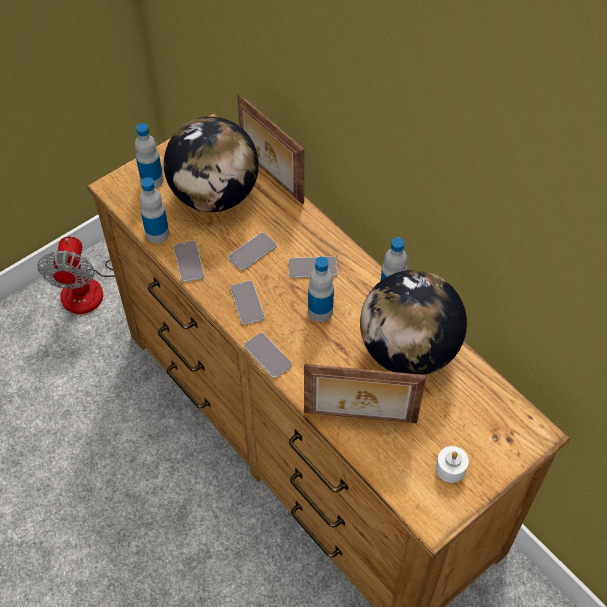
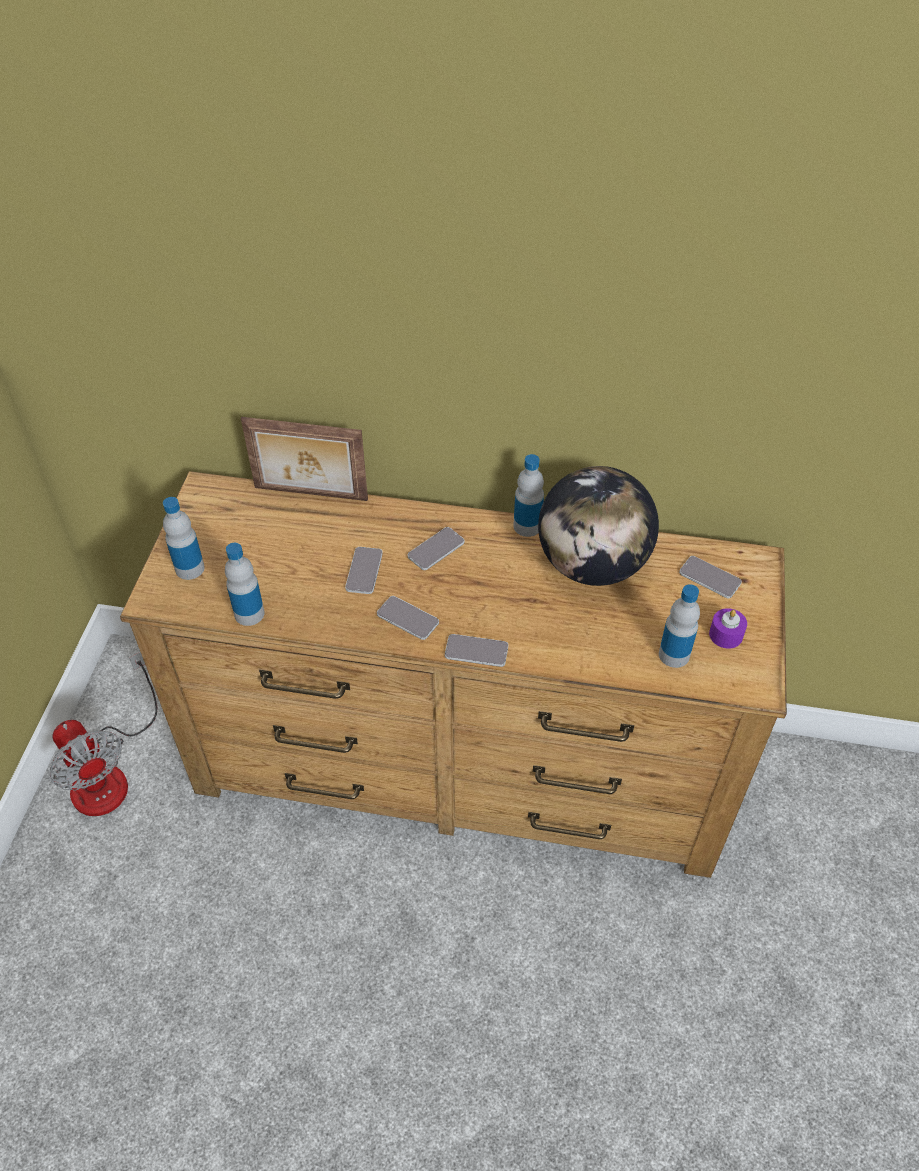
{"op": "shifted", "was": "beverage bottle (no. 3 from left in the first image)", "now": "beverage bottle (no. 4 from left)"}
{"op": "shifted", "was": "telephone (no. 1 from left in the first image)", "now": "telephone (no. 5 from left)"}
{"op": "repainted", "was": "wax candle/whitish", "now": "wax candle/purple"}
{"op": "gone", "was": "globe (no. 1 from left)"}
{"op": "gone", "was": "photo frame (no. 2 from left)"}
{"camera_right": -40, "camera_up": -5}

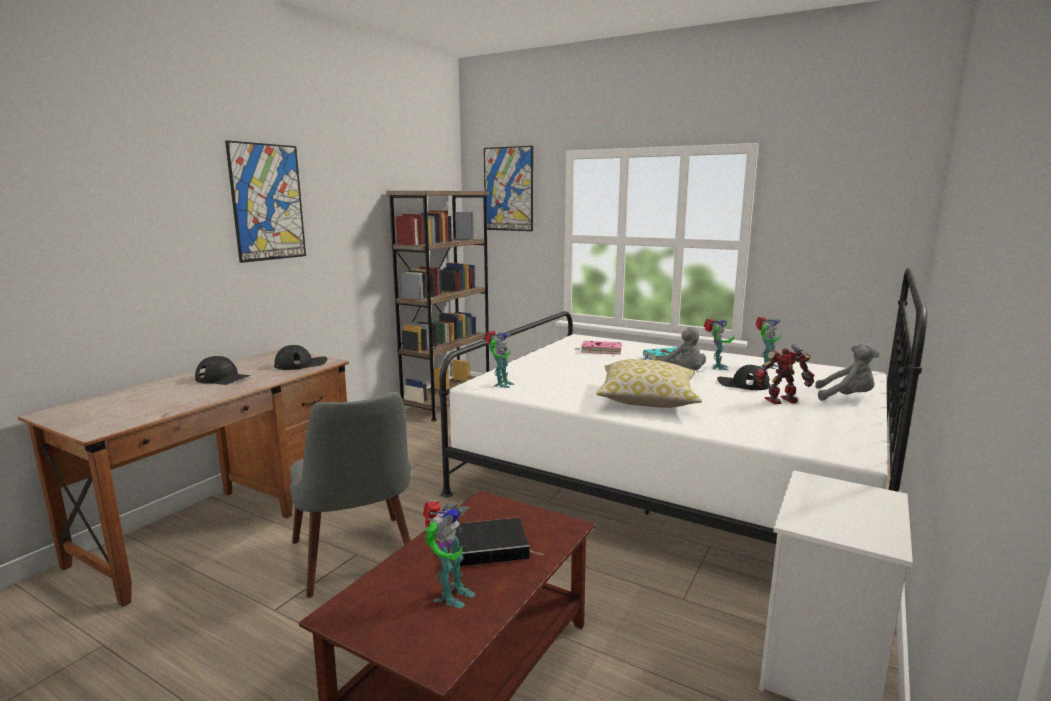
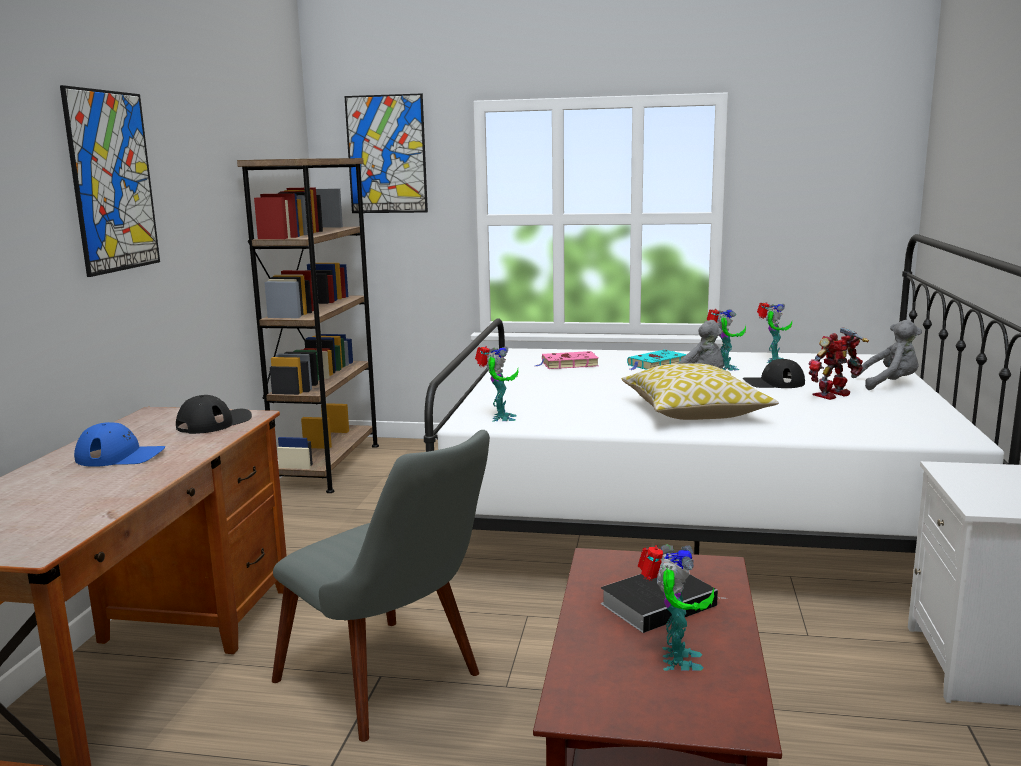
{"op": "repainted", "was": "baseball cap/black-coloured (no. 1 from left)", "now": "baseball cap/bluish"}
{"camera_right": -20, "camera_up": 0}

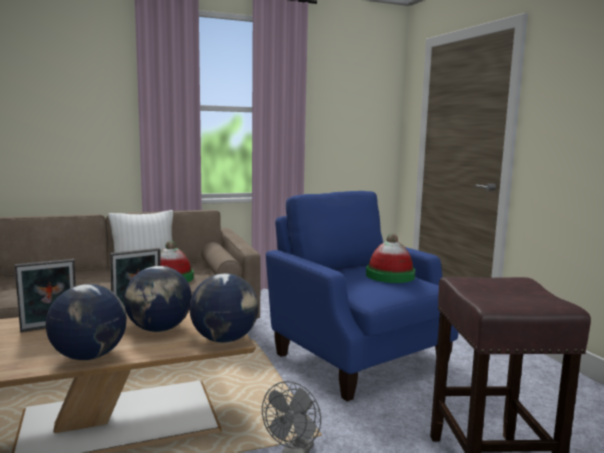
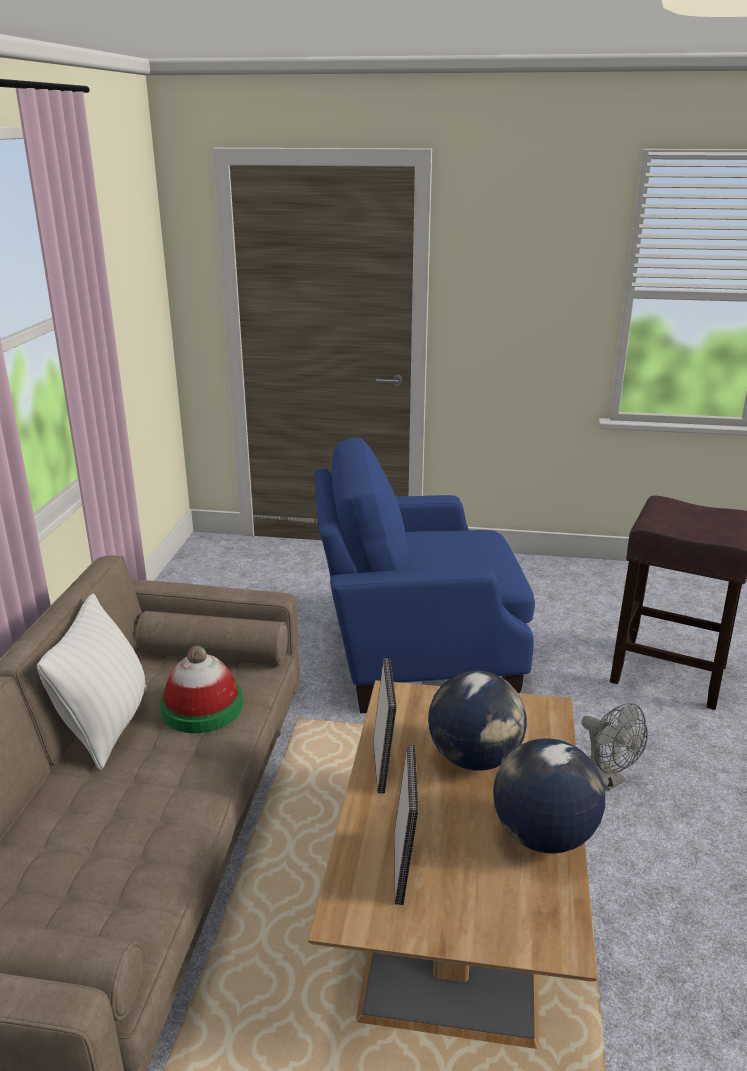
{"op": "gone", "was": "globe (no. 3 from left)"}
{"op": "gone", "was": "wearable hat (no. 2 from left)"}
{"camera_right": -60, "camera_up": 15}

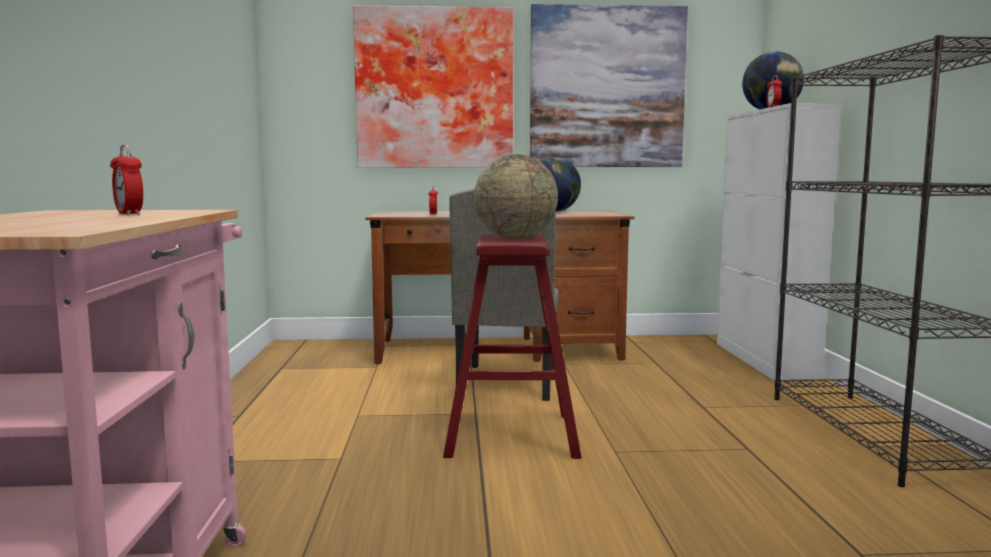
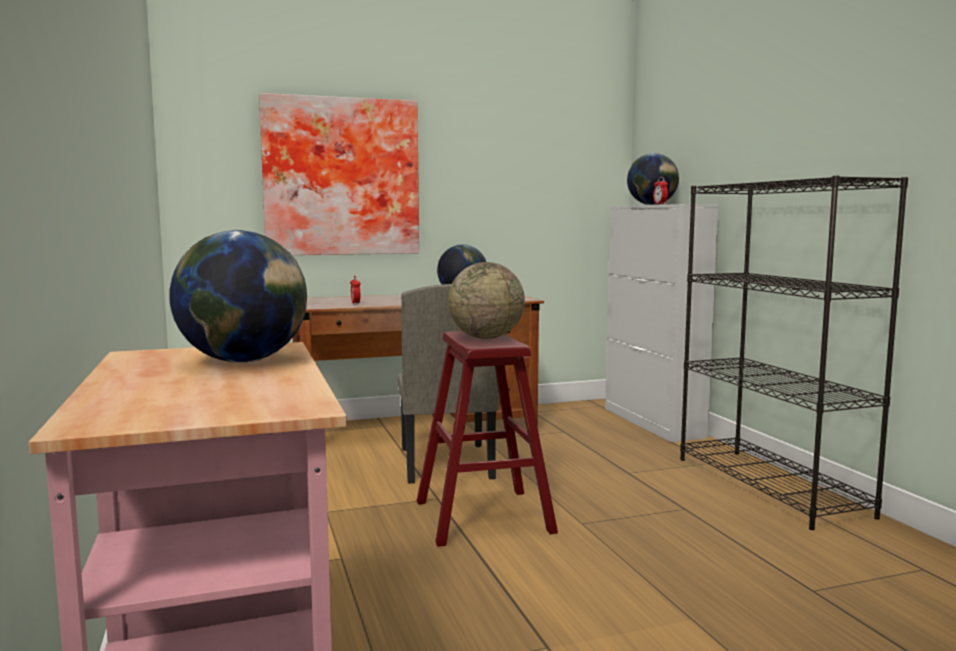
{"op": "swapped", "was": "bedside clock (no. 1 from left)", "now": "globe (no. 1 from left)"}
{"op": "gone", "was": "wall picture (no. 2 from left)"}
{"camera_right": -15, "camera_up": 0}

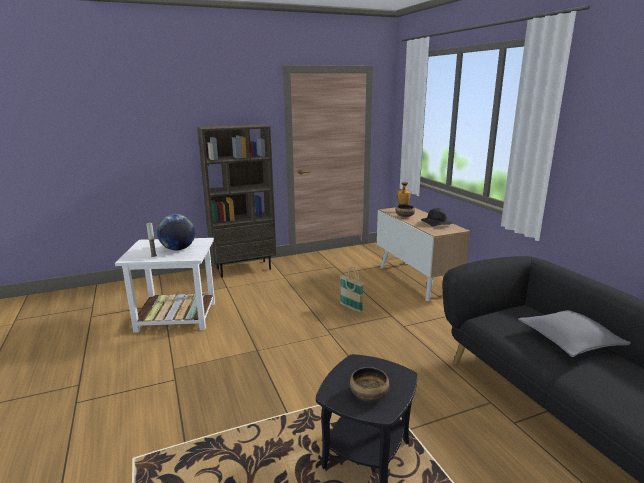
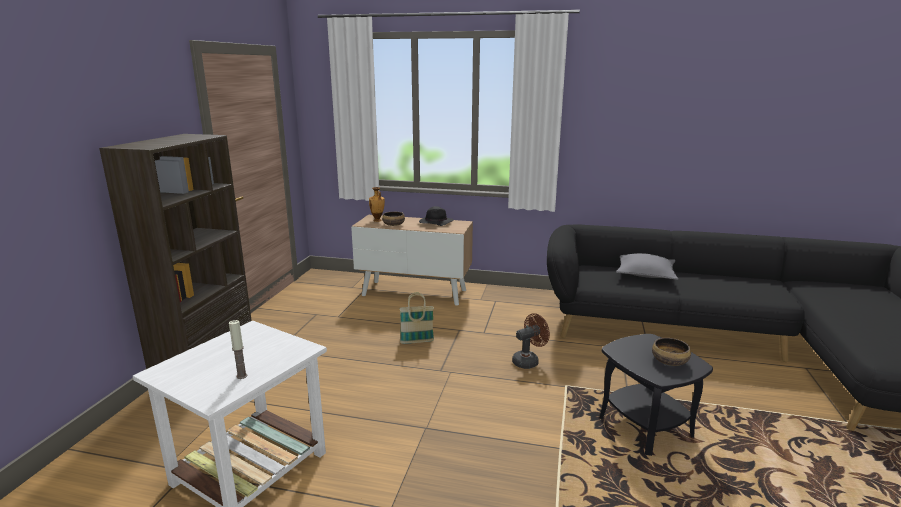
{"op": "new", "now": "fan/brown"}
{"op": "gone", "was": "globe"}
{"camera_right": -55, "camera_up": 0}

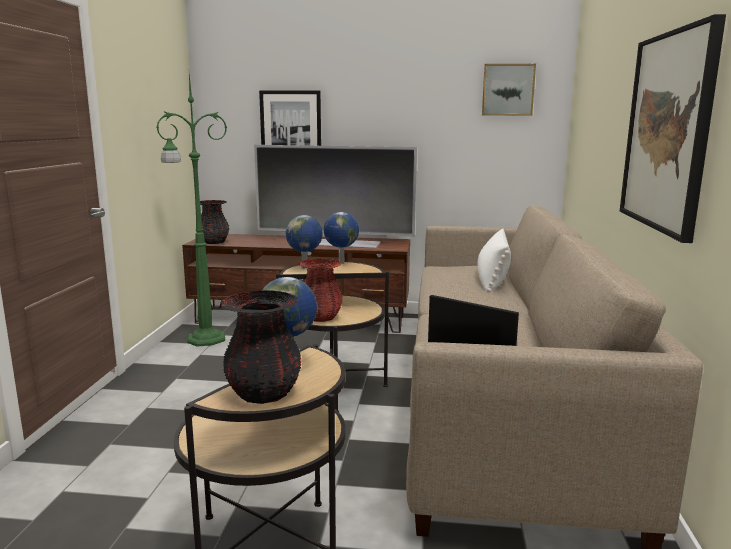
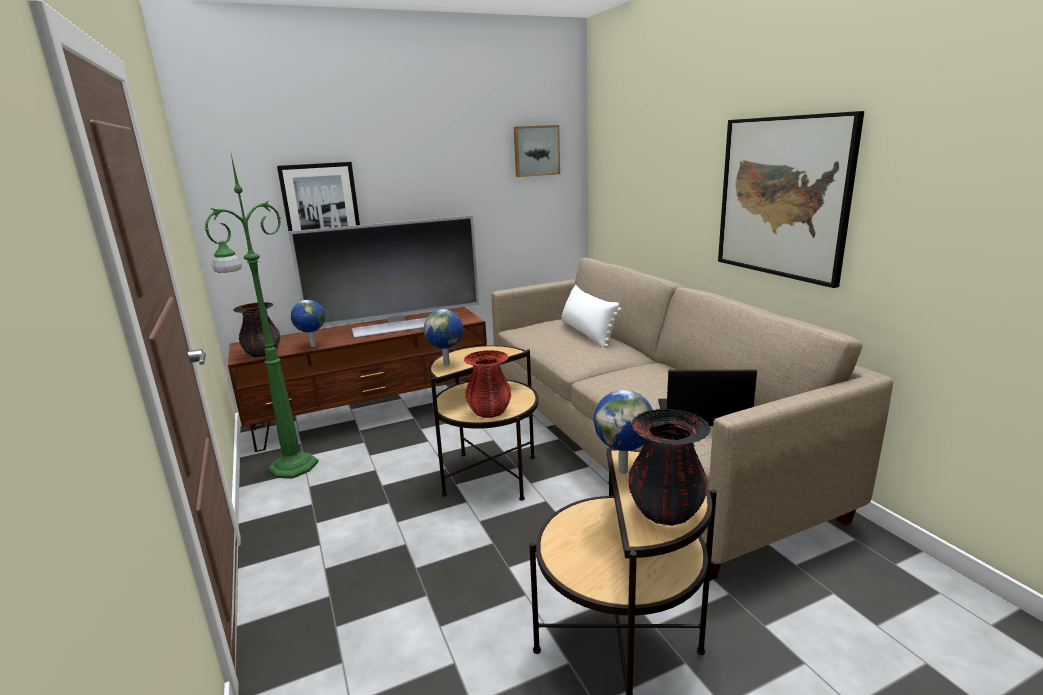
{"op": "shifted", "was": "globe (no. 3 from left in the first image)", "now": "globe (no. 1 from left)"}
{"camera_right": -30, "camera_up": 5}

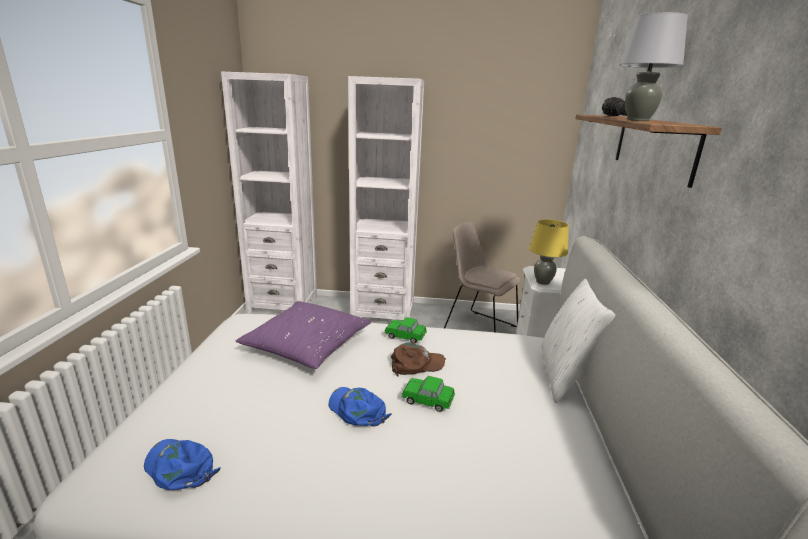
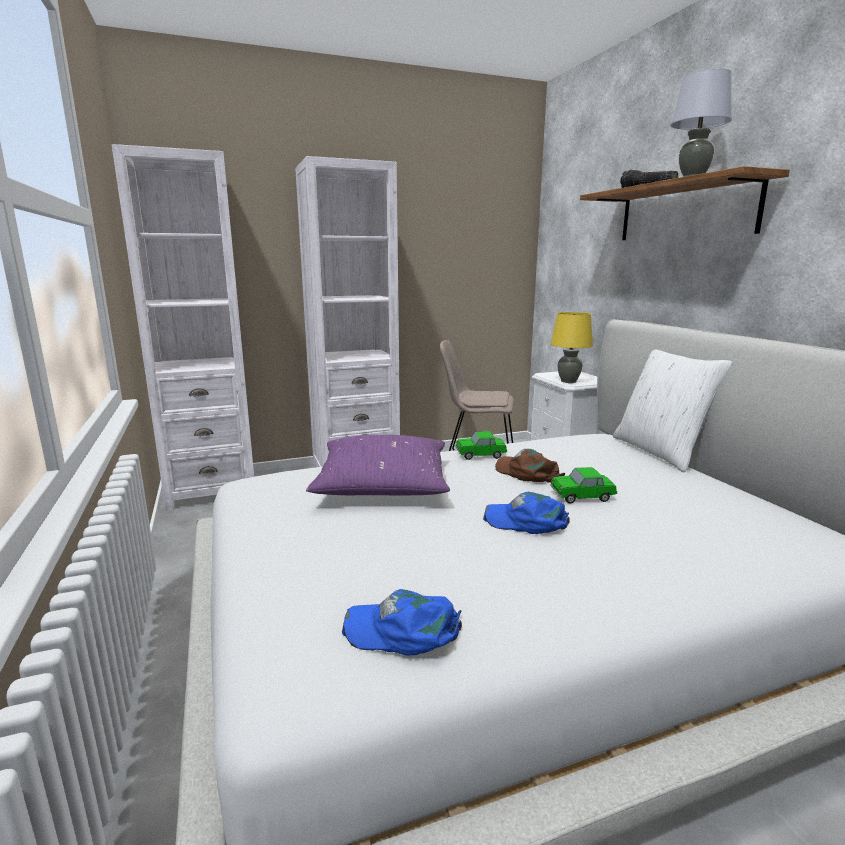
{"op": "rotated", "was": "baseball cap/brown", "clockwise": -90}
{"camera_right": -25, "camera_up": -5}

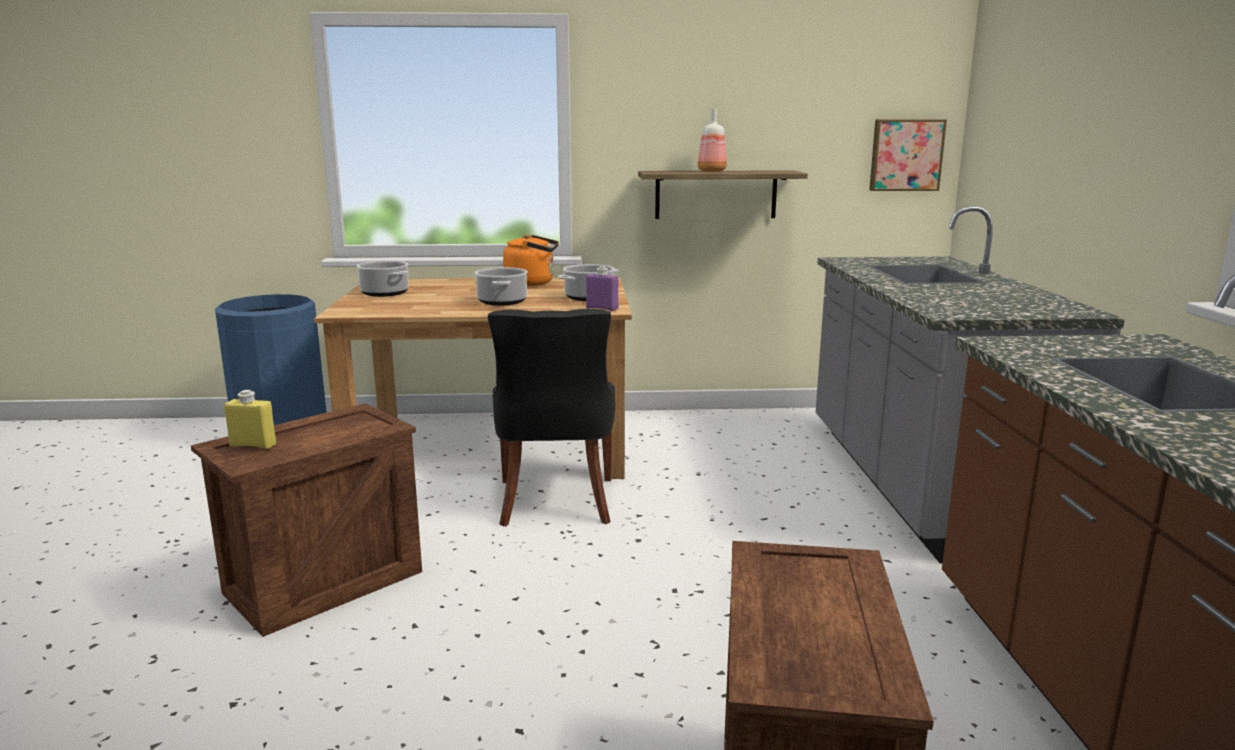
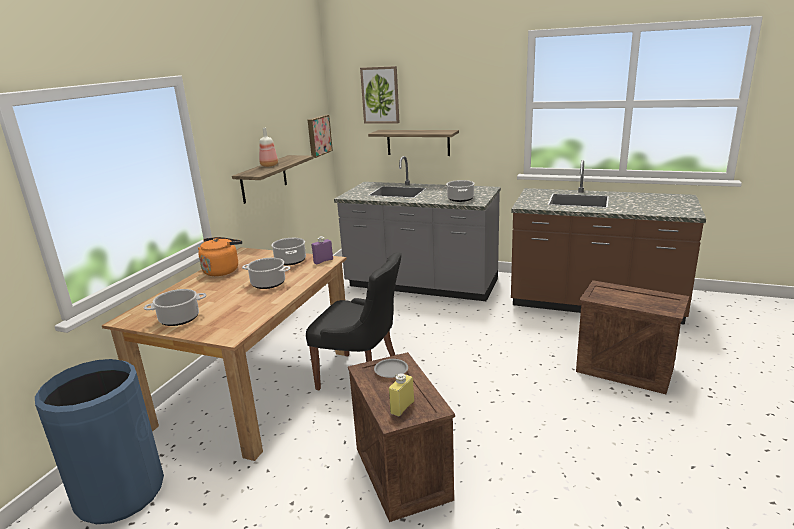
{"op": "new", "now": "wall picture (no. 2 from left)"}
{"op": "new", "now": "bracket shelf (no. 2 from left)"}
{"op": "new", "now": "flat dish/greyish"}
{"op": "new", "now": "saucepot (no. 4 from left)"}
{"camera_right": -65, "camera_up": 5}

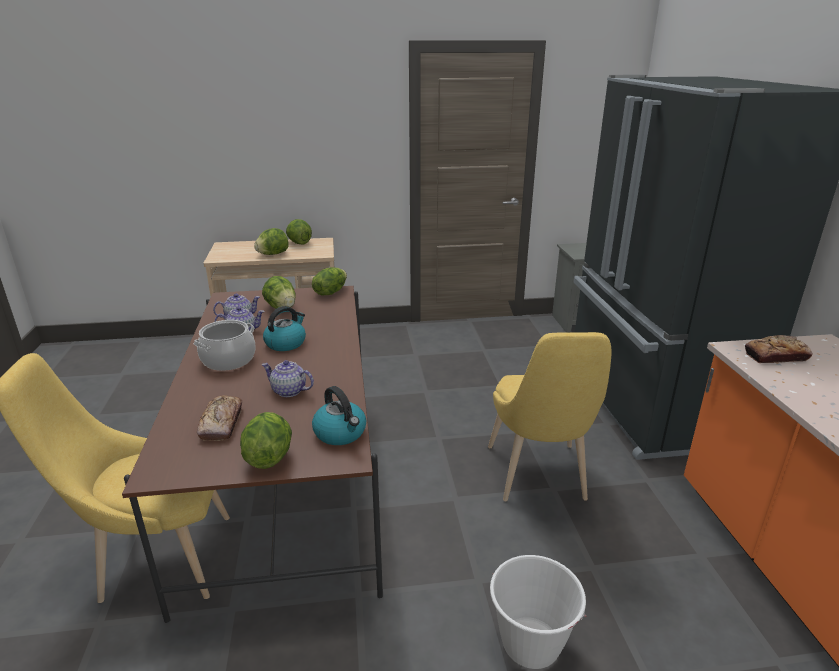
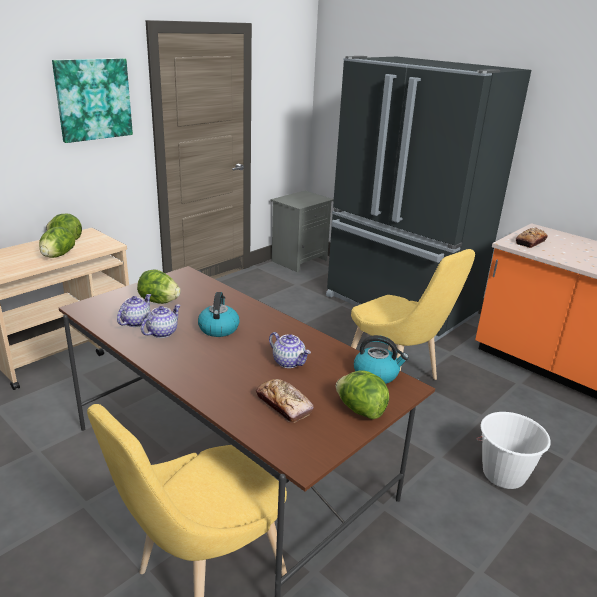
{"op": "new", "now": "wall picture"}
{"op": "rotated", "was": "teapot (no. 3 from left)", "clockwise": -120}
{"op": "gone", "was": "saucepot"}
{"op": "gone", "was": "head of lettuce (no. 5 from left)"}
{"camera_right": -40, "camera_up": 0}

